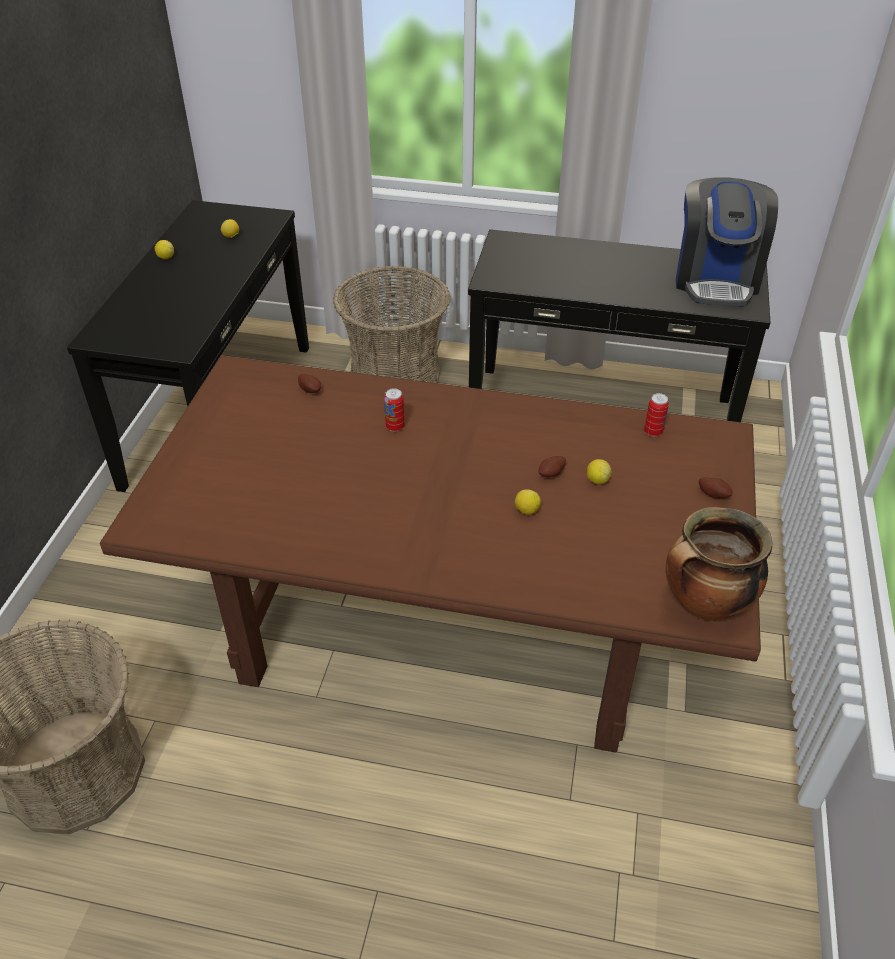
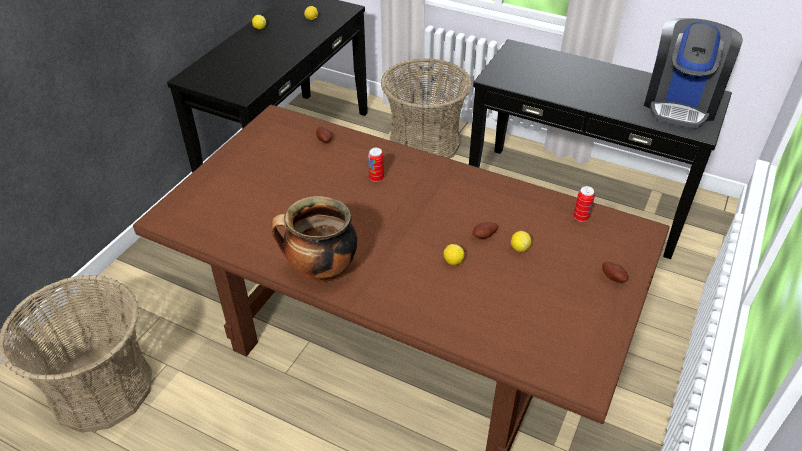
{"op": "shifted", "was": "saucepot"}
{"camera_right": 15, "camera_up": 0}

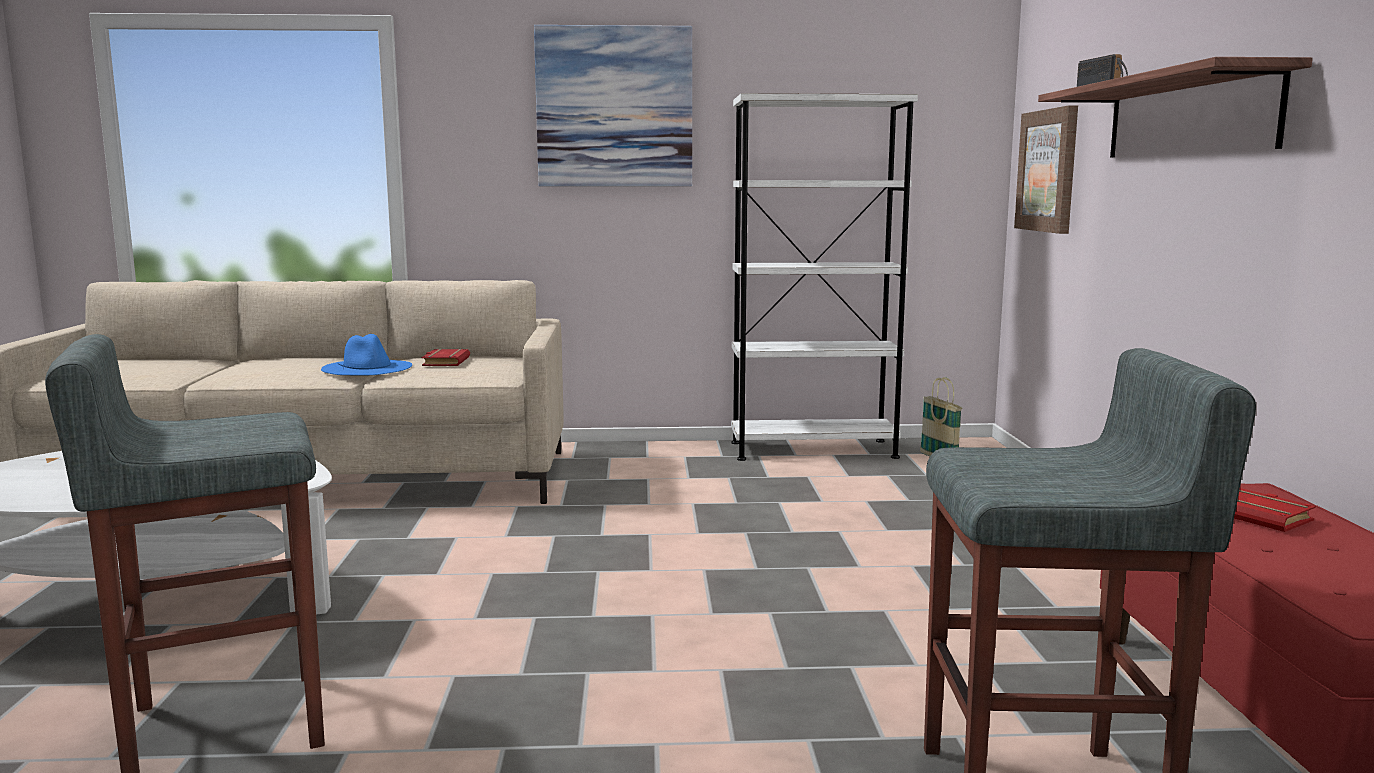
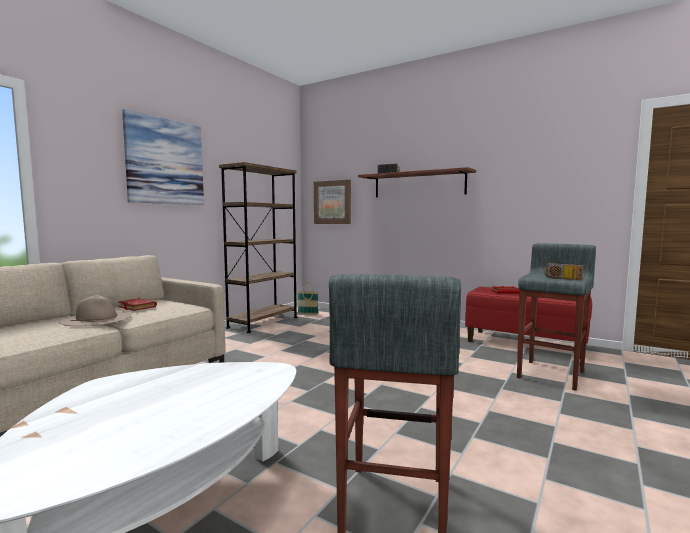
{"op": "repainted", "was": "wearable hat/bluish", "now": "wearable hat/sand-coloured"}
{"op": "repainted", "was": "shelving unit/whitish", "now": "shelving unit/brown"}
{"op": "new", "now": "radio (no. 2 from left)"}
{"camera_right": -55, "camera_up": -5}

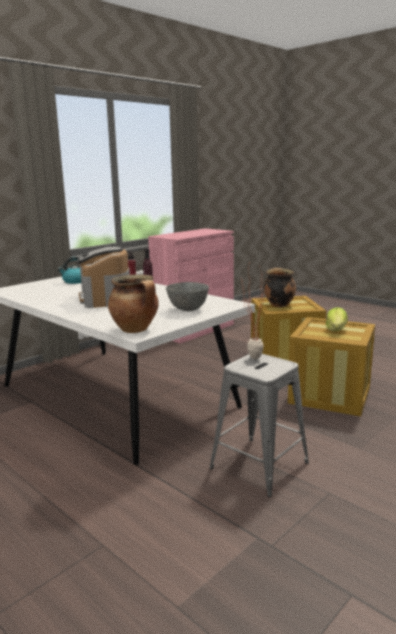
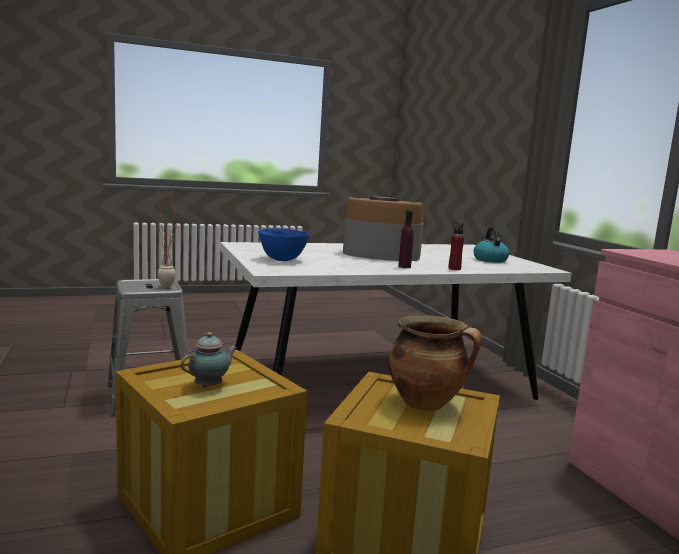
{"op": "swapped", "was": "head of lettuce", "now": "teapot"}
{"op": "repainted", "was": "bowl/greyish", "now": "bowl/bluish"}
{"op": "gone", "was": "saucepot (no. 1 from left)"}
{"camera_right": 115, "camera_up": -5}

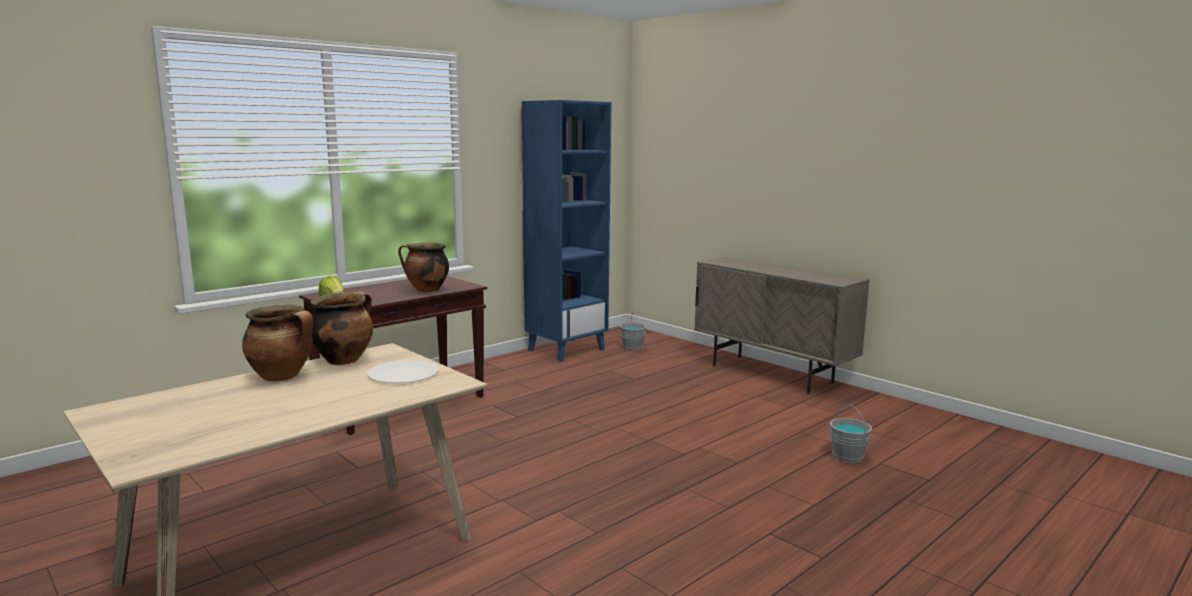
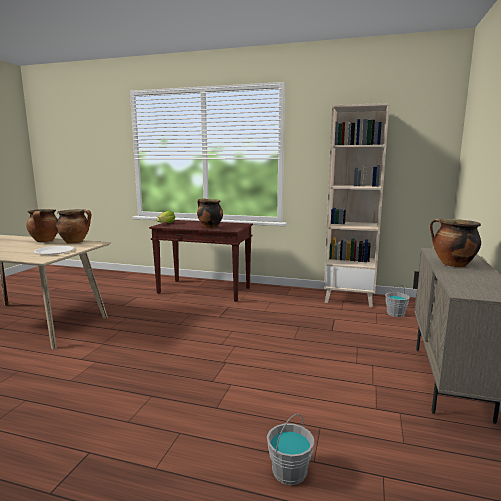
{"op": "repainted", "was": "shelving unit/bluish", "now": "shelving unit/sand-coloured"}
{"op": "new", "now": "saucepot (no. 4 from left)"}
{"camera_right": 60, "camera_up": 0}

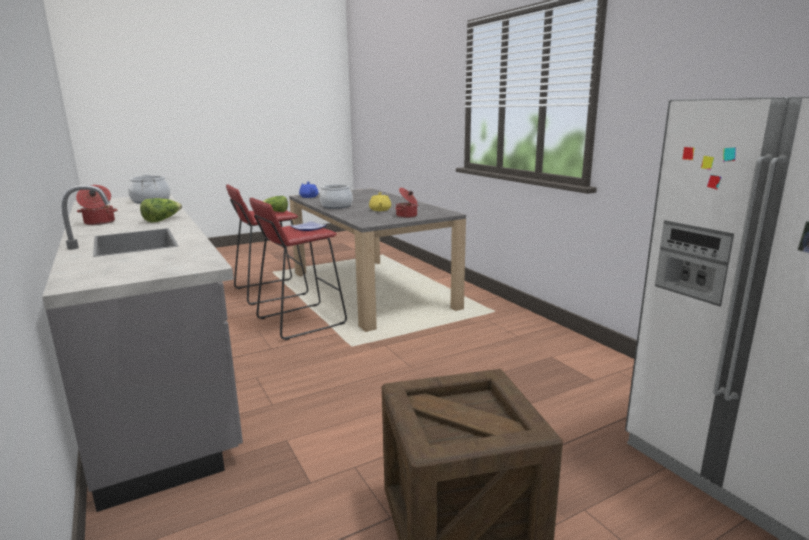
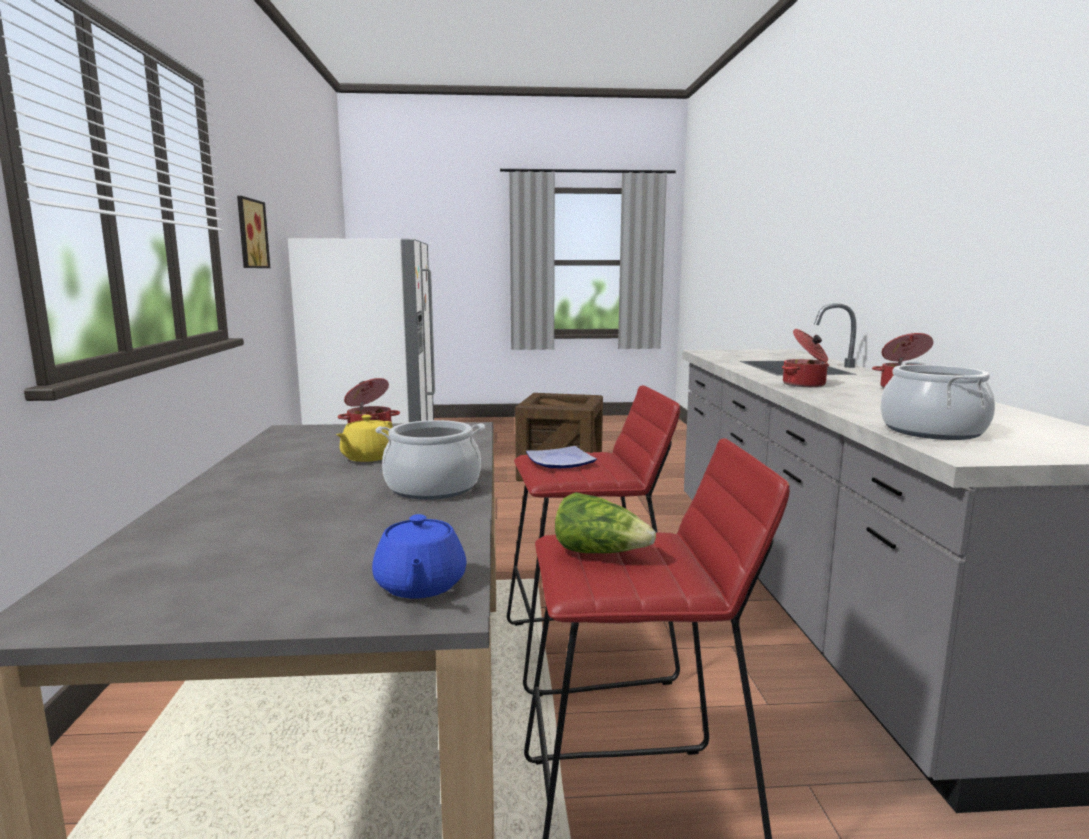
{"op": "new", "now": "wall picture"}
{"op": "swapped", "was": "head of lettuce (no. 1 from left)", "now": "saucepot (no. 3 from left)"}
{"camera_right": -155, "camera_up": -5}

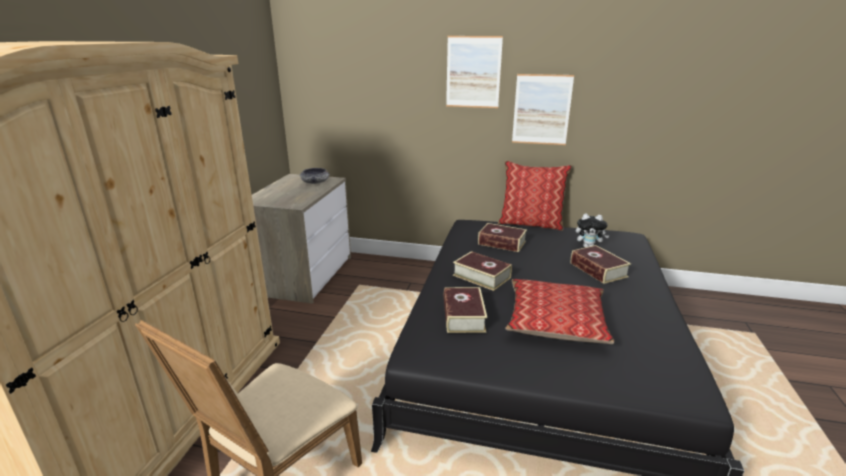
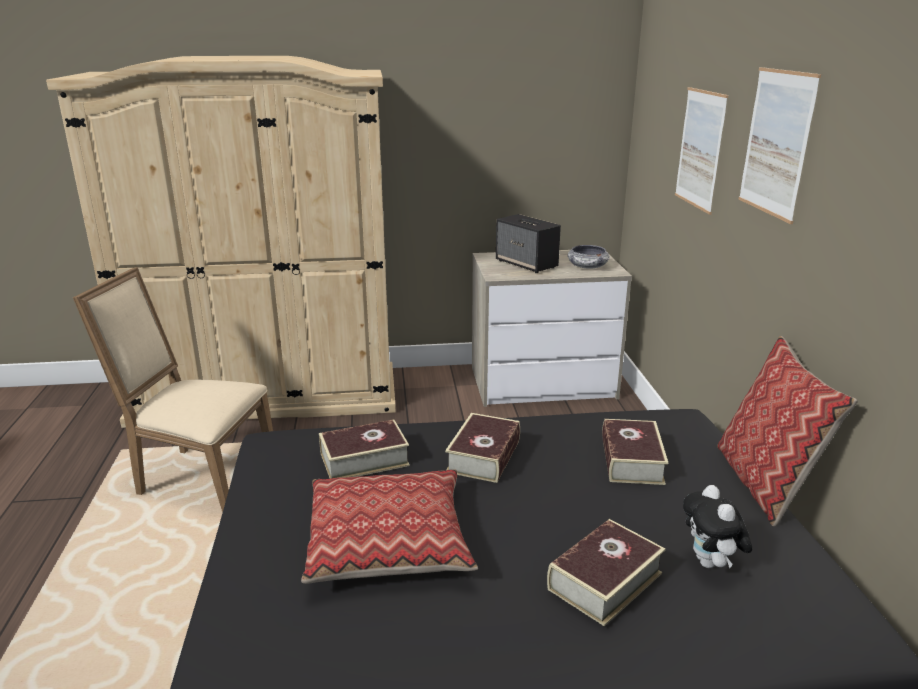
{"op": "new", "now": "speaker"}
{"op": "shifted", "was": "wall picture (no. 2 from left in the first image)", "now": "wall picture (no. 1 from left)"}
{"camera_right": 70, "camera_up": 0}

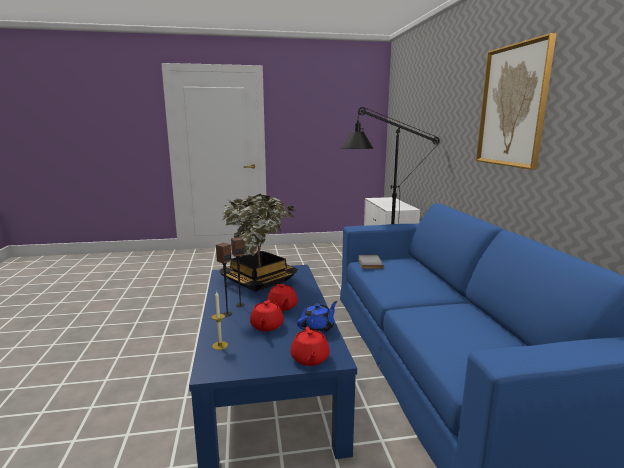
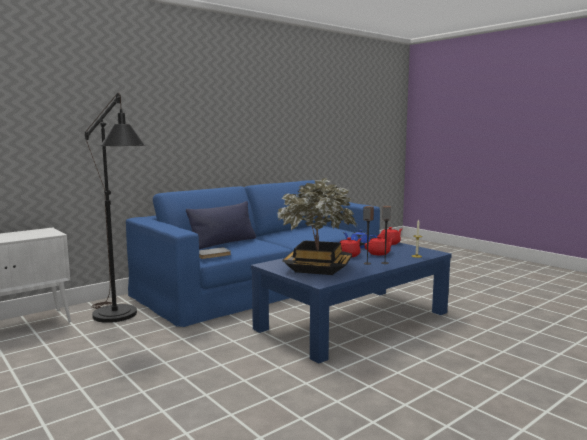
{"op": "new", "now": "throw pillow/bluish"}
{"op": "gone", "was": "wall picture"}
{"camera_right": -120, "camera_up": -5}

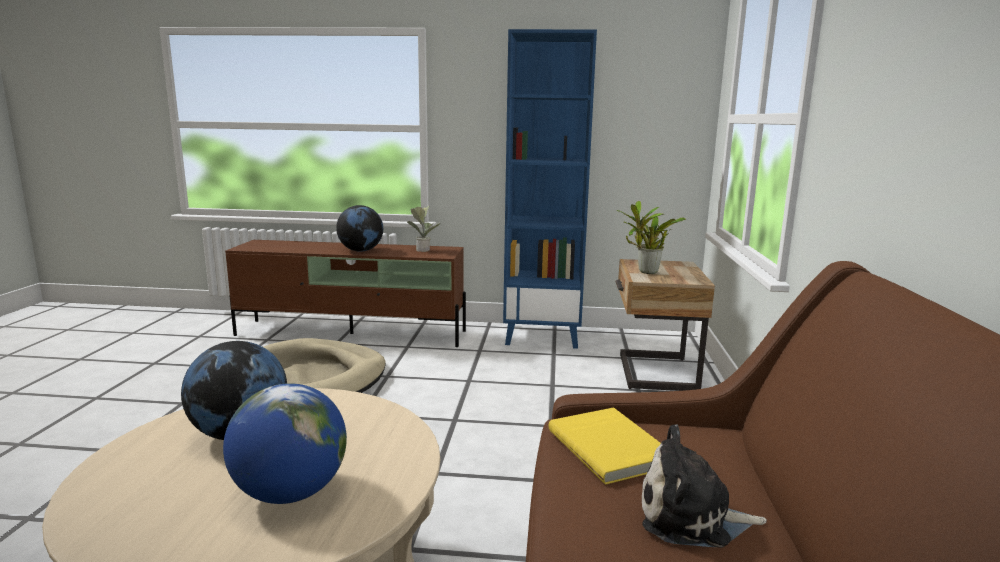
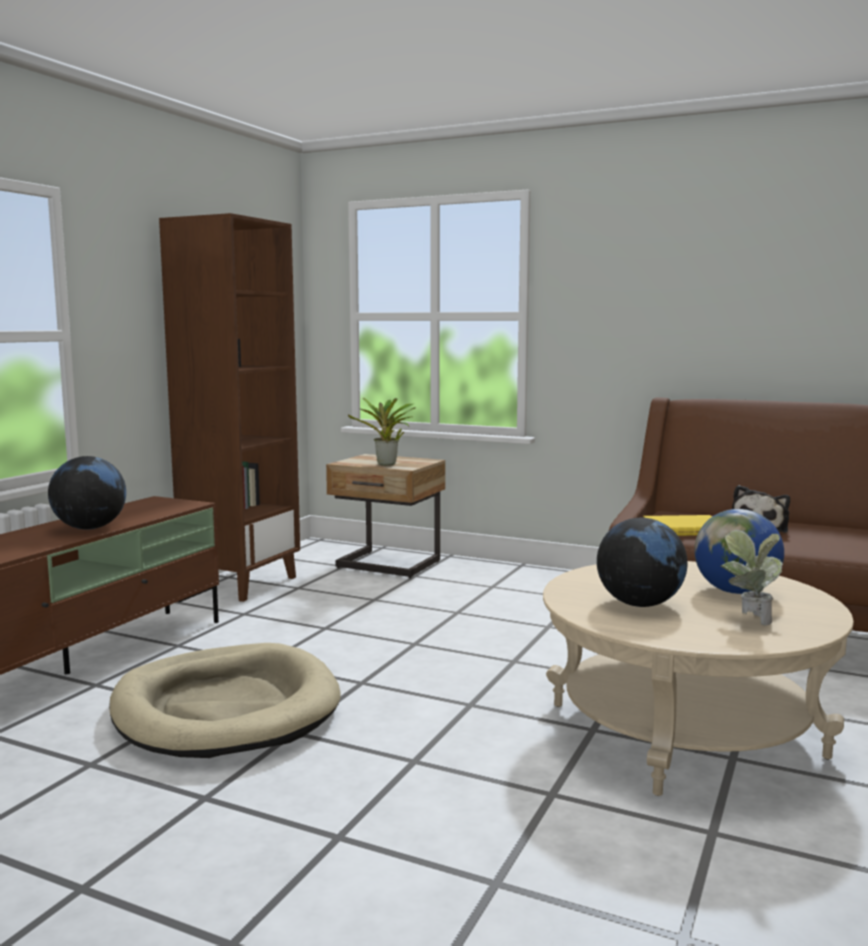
{"op": "repainted", "was": "shelving unit/bluish", "now": "shelving unit/brown"}
{"op": "shifted", "was": "houseplant (no. 1 from left in the first image)", "now": "houseplant (no. 2 from left)"}
{"camera_right": -70, "camera_up": -5}

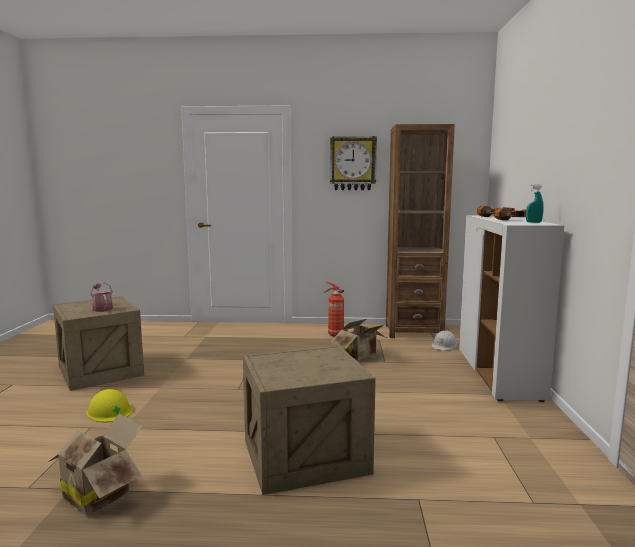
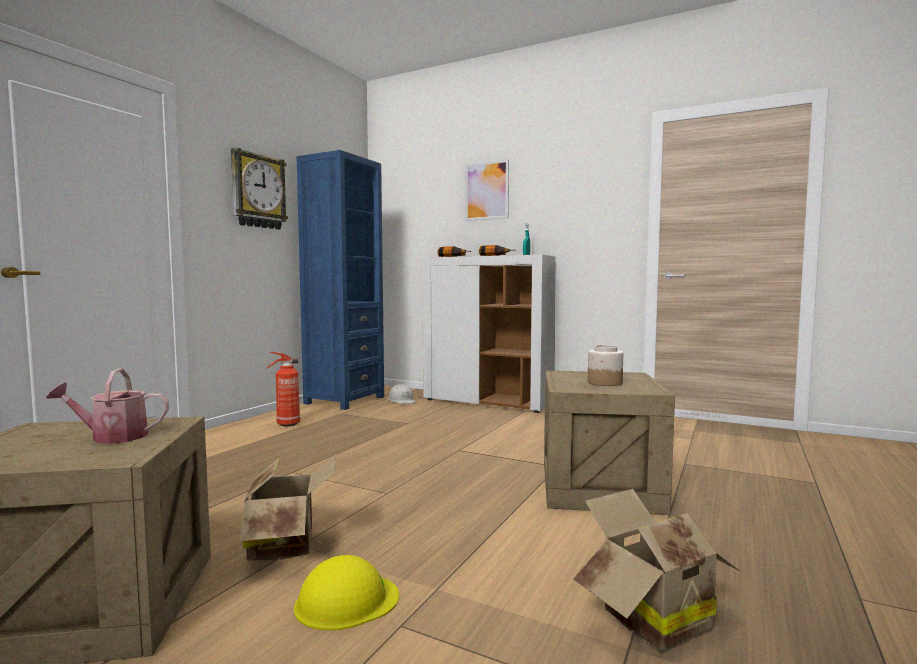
{"op": "shifted", "was": "carton (no. 2 from left in the first image)", "now": "carton (no. 1 from left)"}
{"op": "repainted", "was": "shelving unit/brown", "now": "shelving unit/bluish"}
{"op": "new", "now": "wall picture"}
{"op": "new", "now": "storage jar"}
{"camera_right": -65, "camera_up": -5}

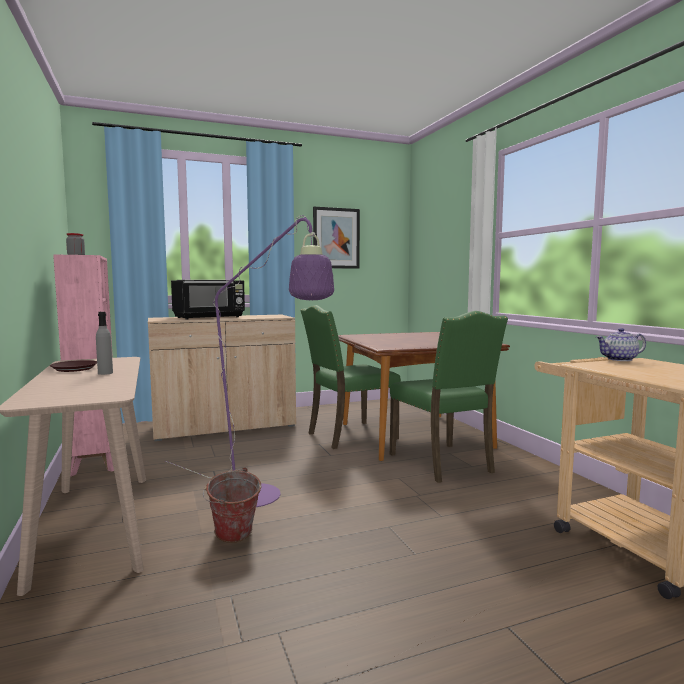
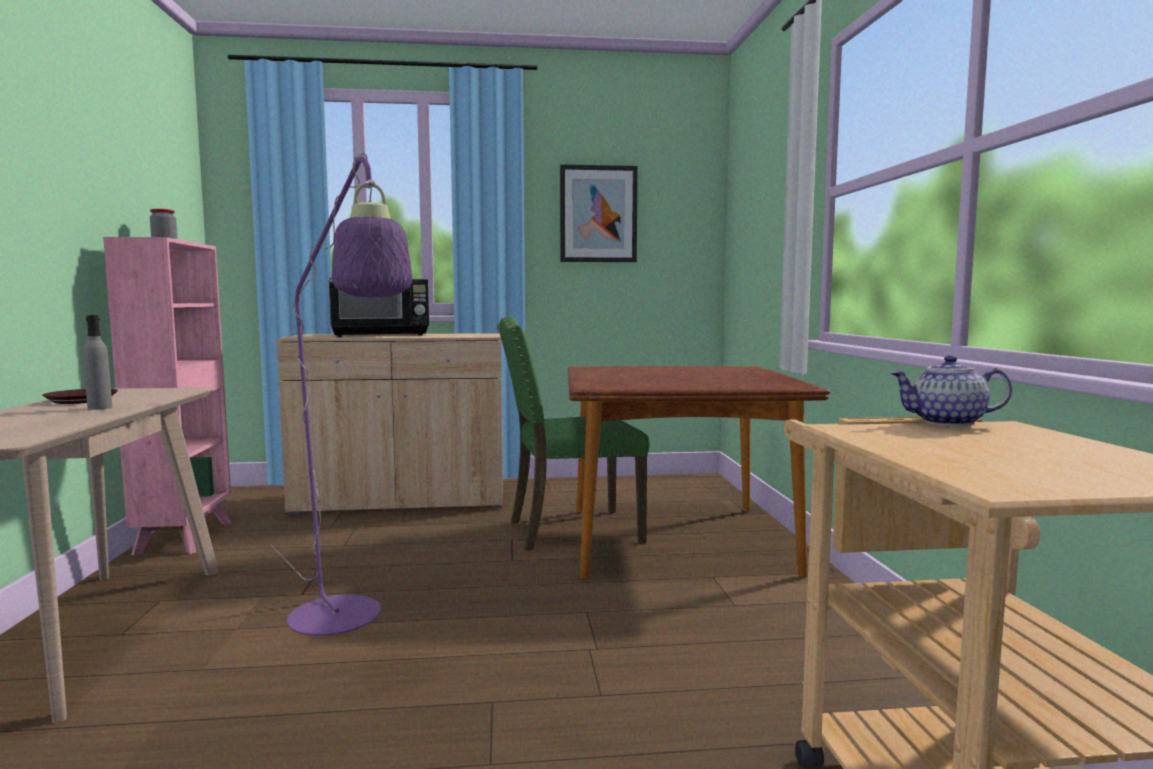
{"op": "gone", "was": "pail"}
{"op": "gone", "was": "plain chair/green (no. 2 from left)"}
{"camera_right": 15, "camera_up": 0}

